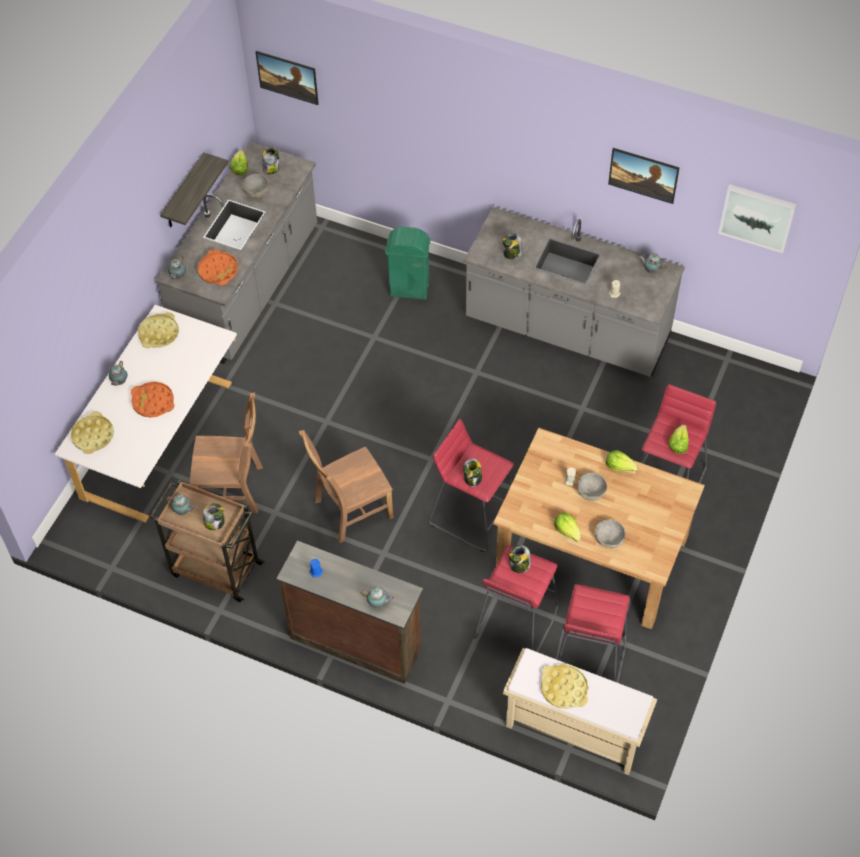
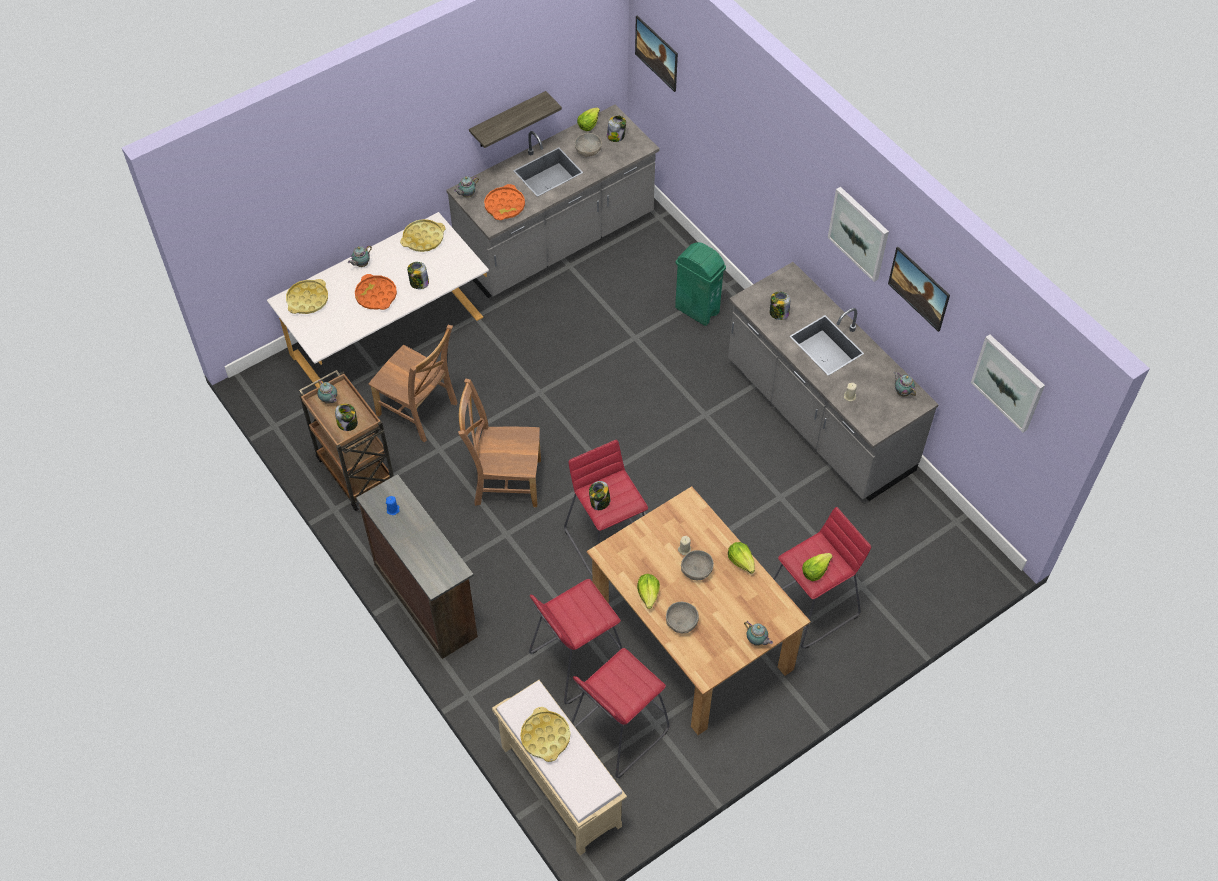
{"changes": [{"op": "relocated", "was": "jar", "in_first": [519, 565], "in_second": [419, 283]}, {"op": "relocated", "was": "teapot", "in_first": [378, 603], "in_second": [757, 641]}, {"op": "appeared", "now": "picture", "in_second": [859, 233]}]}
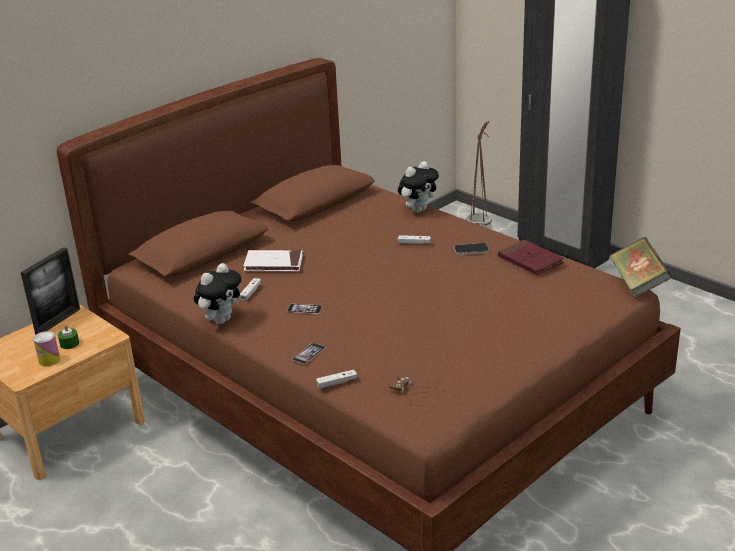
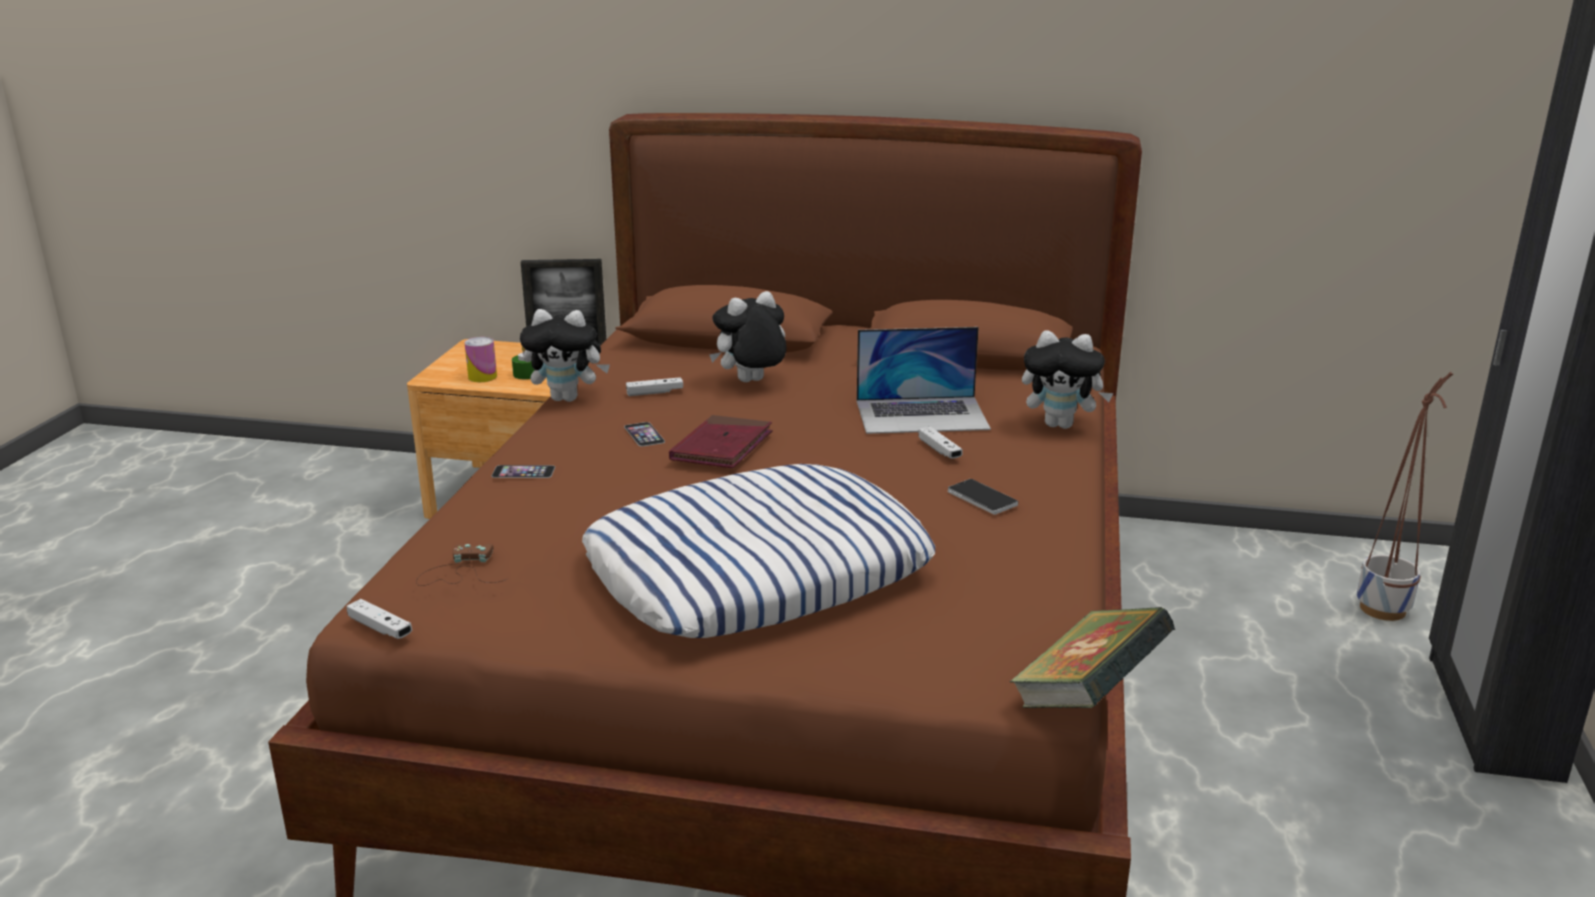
{"changes": [{"op": "relocated", "was": "white_game_controller", "in_first": [337, 383], "in_second": [380, 628]}, {"op": "appeared", "now": "pillow", "in_second": [757, 571]}, {"op": "relocated", "was": "red_book", "in_first": [530, 260], "in_second": [722, 447]}, {"op": "exchanged", "was": "white_book", "now": "plush_toy", "in_first": [273, 264], "in_second": [751, 382]}, {"op": "appeared", "now": "laptop", "in_second": [922, 415]}]}
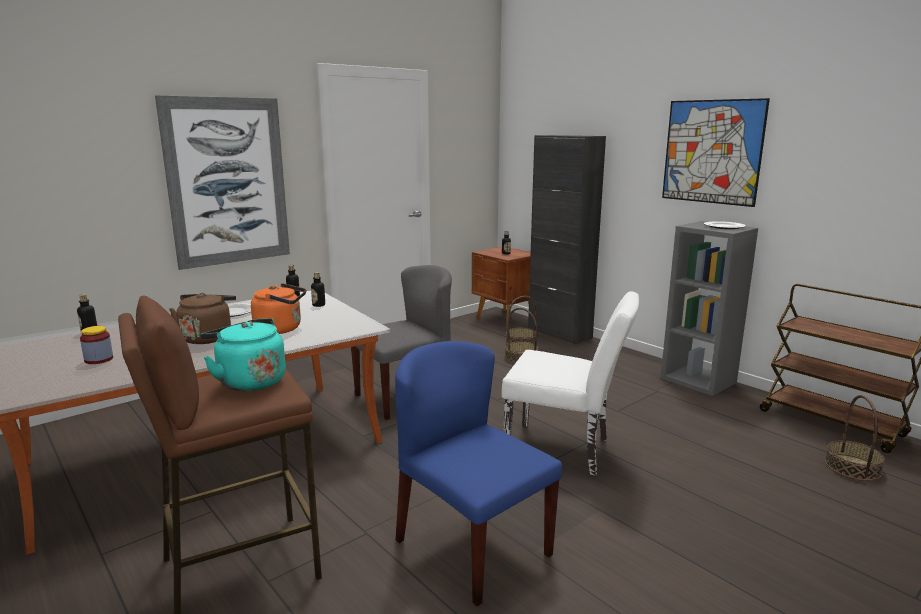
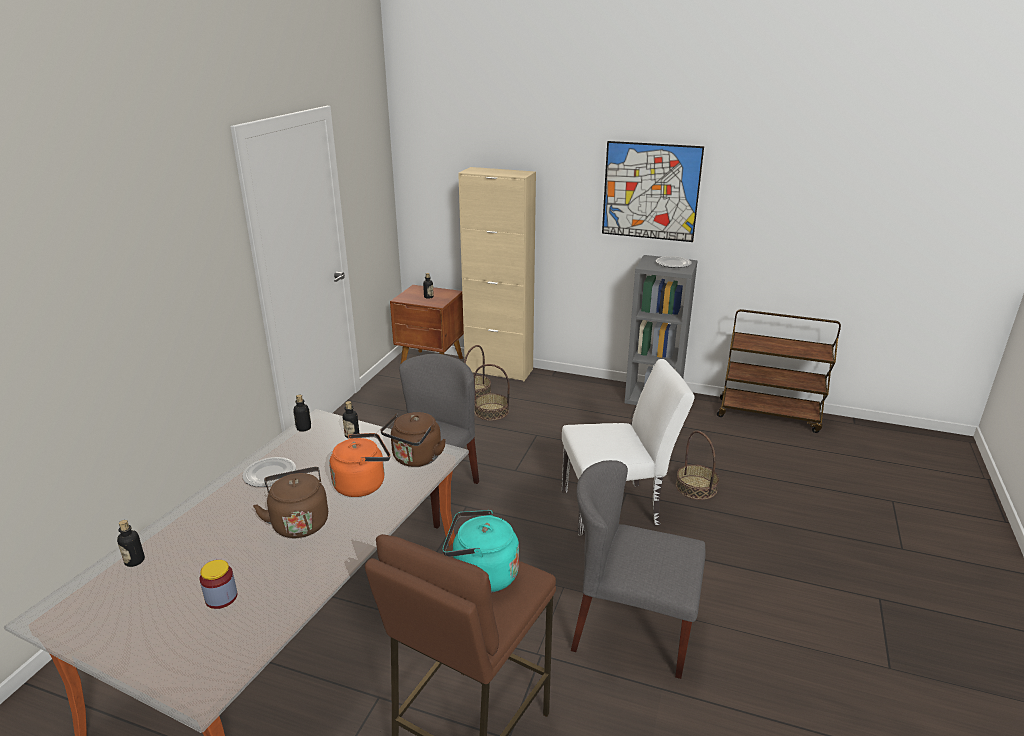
{"changes": [{"op": "appeared", "now": "brown_kettle", "in_second": [415, 459]}, {"op": "colour", "was": "black_cabinet", "now": "beige_cabinet", "in_first": [559, 333], "in_second": [499, 370]}, {"op": "colour", "was": "blue_chair", "now": "grey_chair", "in_first": [471, 547], "in_second": [631, 630]}, {"op": "relocated", "was": "basket", "in_first": [852, 467], "in_second": [696, 487]}, {"op": "missing", "was": "picture", "in_first": [228, 182]}]}
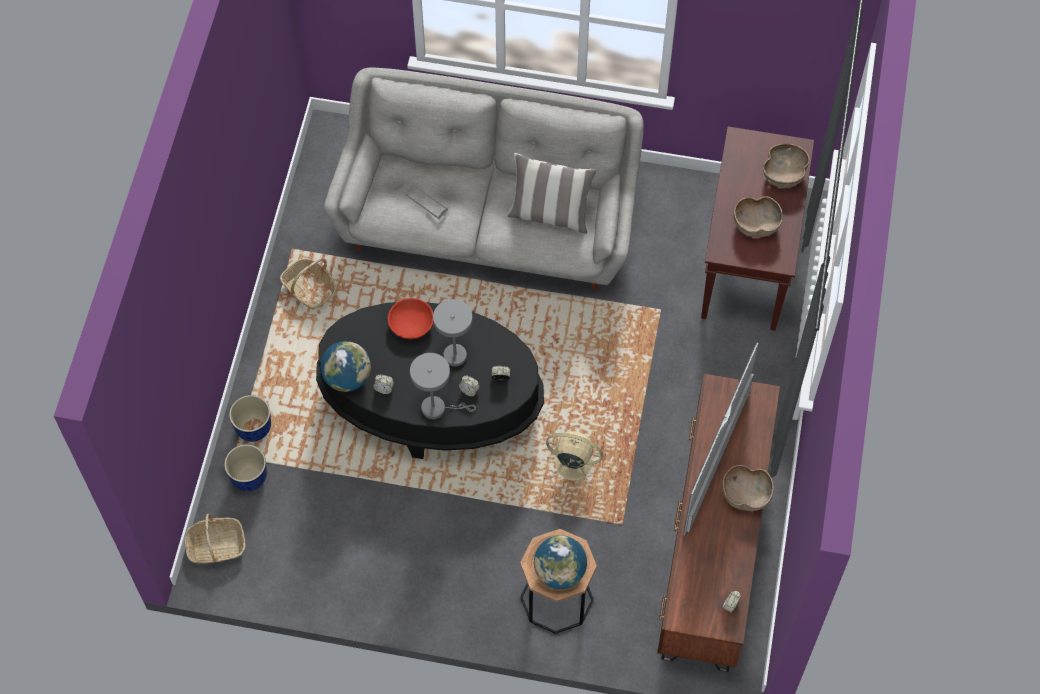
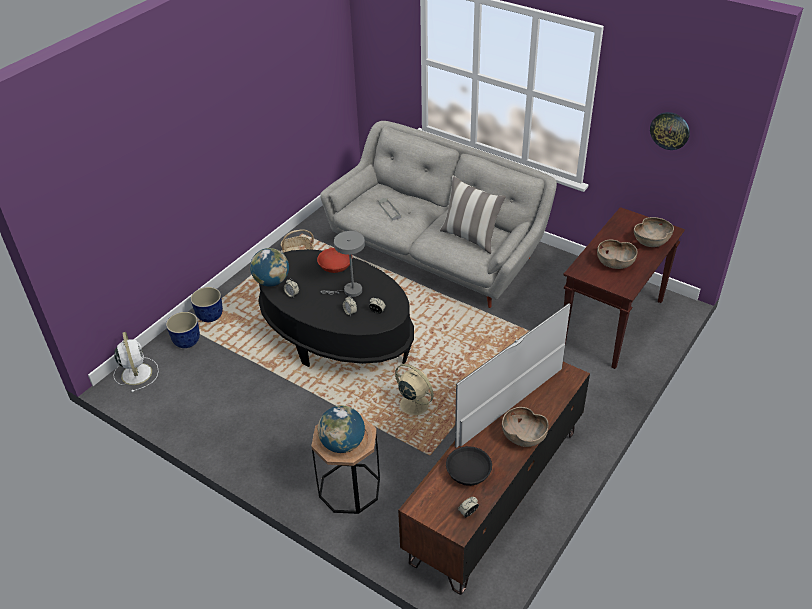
{"changes": [{"op": "exchanged", "was": "basket", "now": "white_fan", "in_first": [216, 546], "in_second": [136, 373]}, {"op": "appeared", "now": "black_bowl", "in_second": [468, 472]}, {"op": "appeared", "now": "wall_clock", "in_second": [670, 130]}, {"op": "missing", "was": "grey_table_lamp", "in_first": [437, 408]}]}
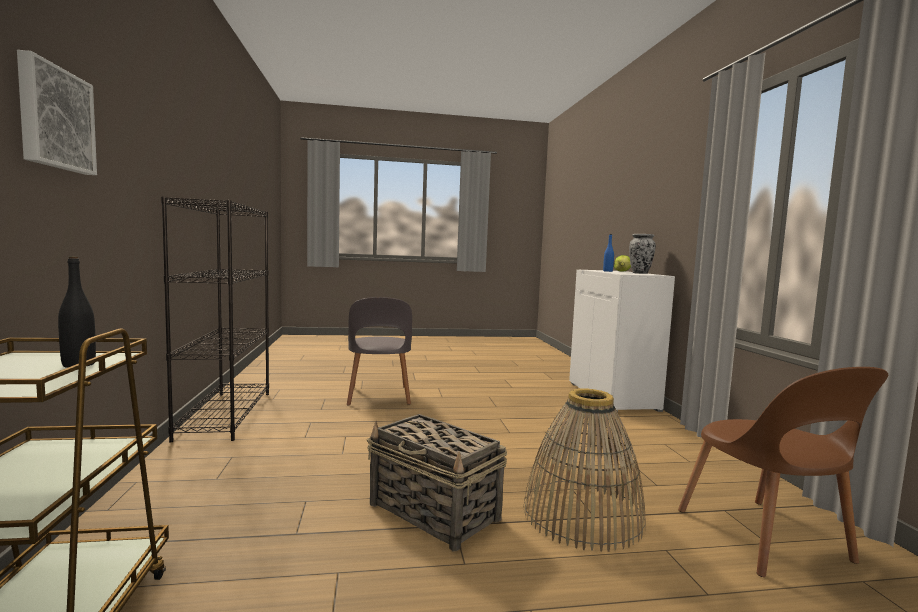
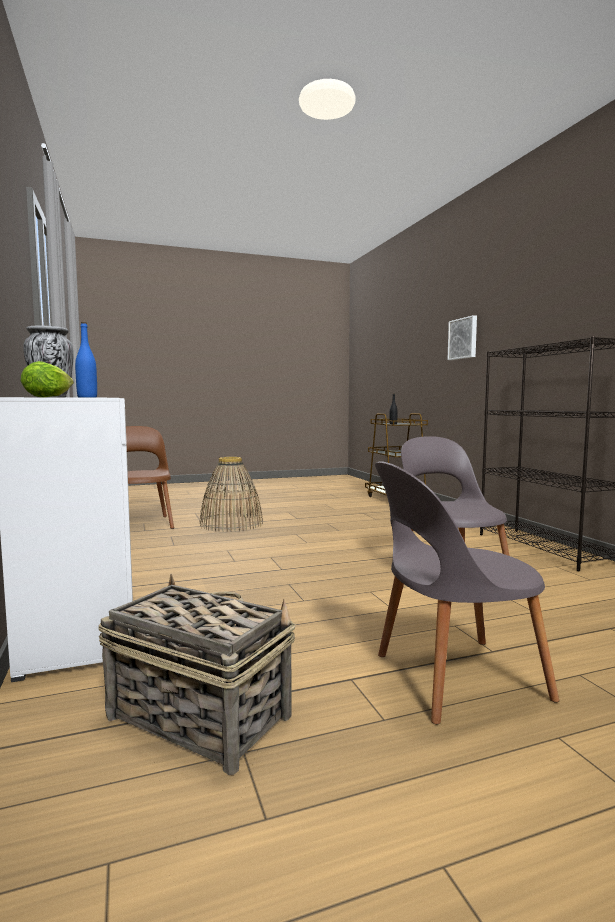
{"changes": [{"op": "relocated", "was": "basket", "in_first": [435, 512], "in_second": [197, 716]}, {"op": "appeared", "now": "grey_chair", "in_second": [453, 678]}]}
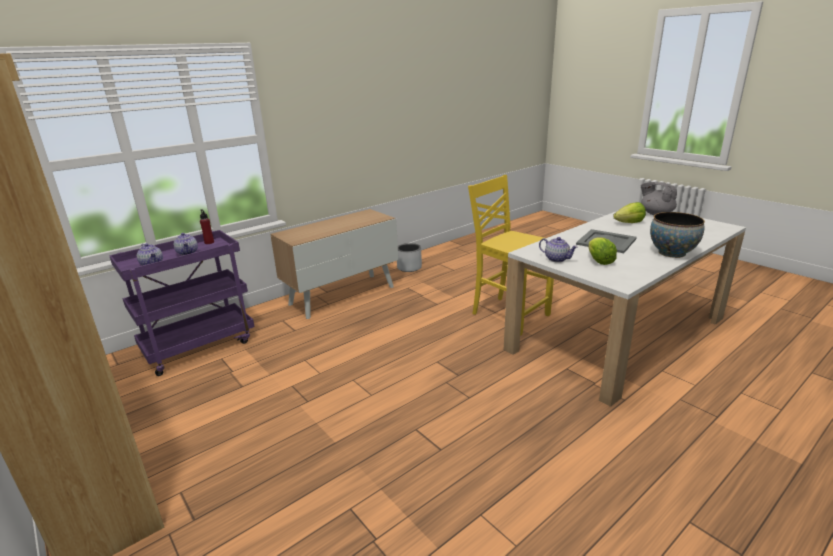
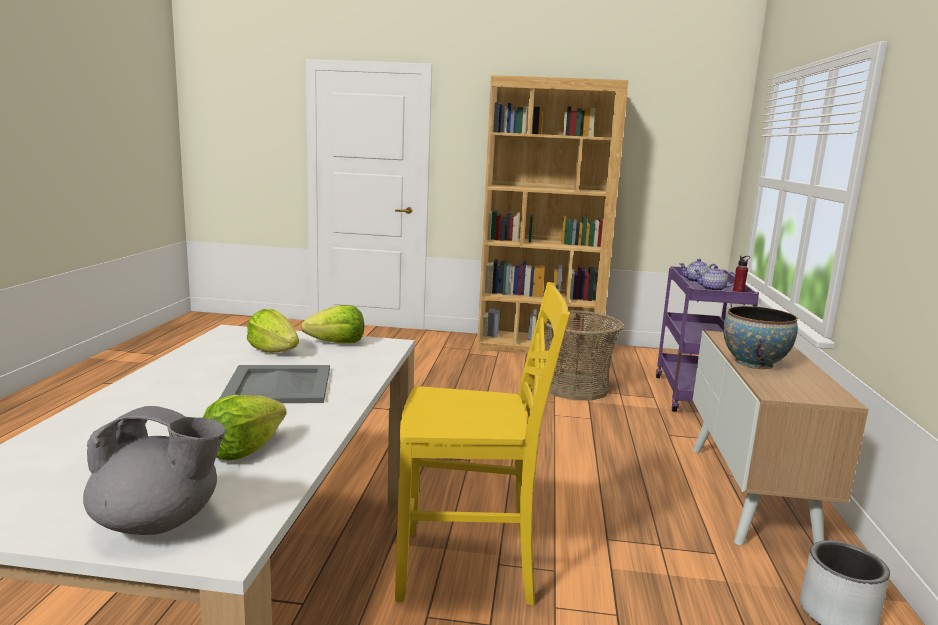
{"changes": [{"op": "exchanged", "was": "teapot", "now": "lettuce", "in_first": [557, 259], "in_second": [337, 343]}, {"op": "appeared", "now": "basket", "in_second": [574, 387]}, {"op": "relocated", "was": "bowl", "in_first": [672, 253], "in_second": [754, 363]}]}
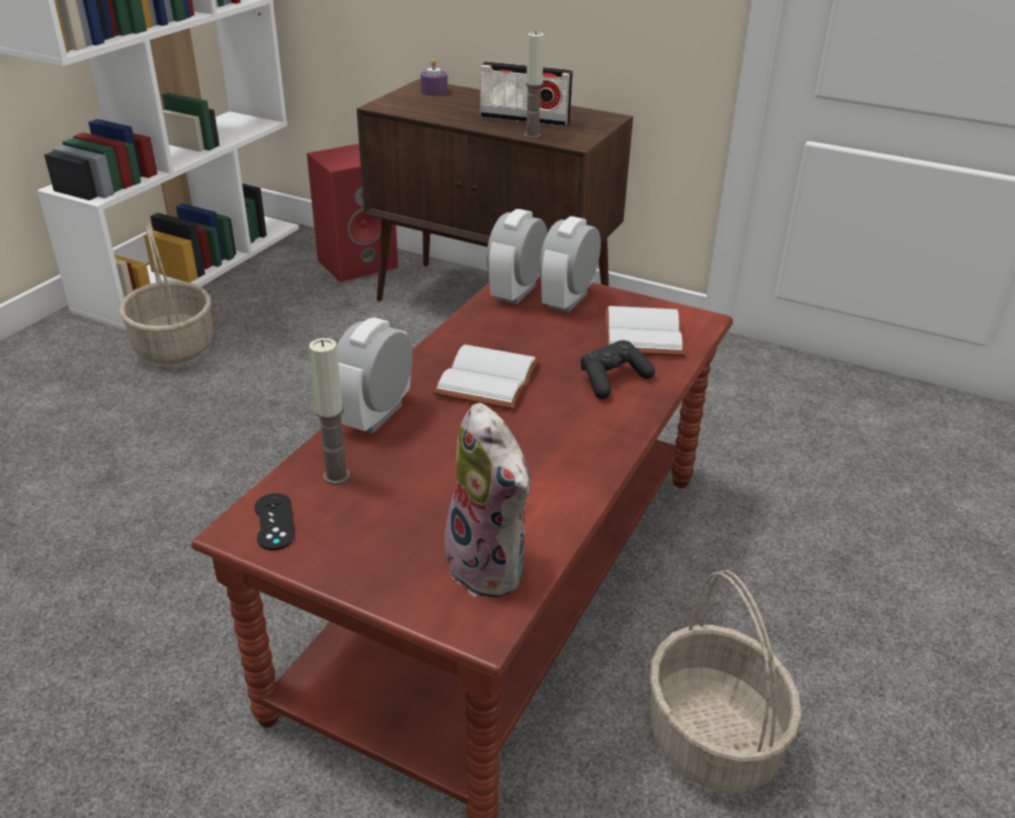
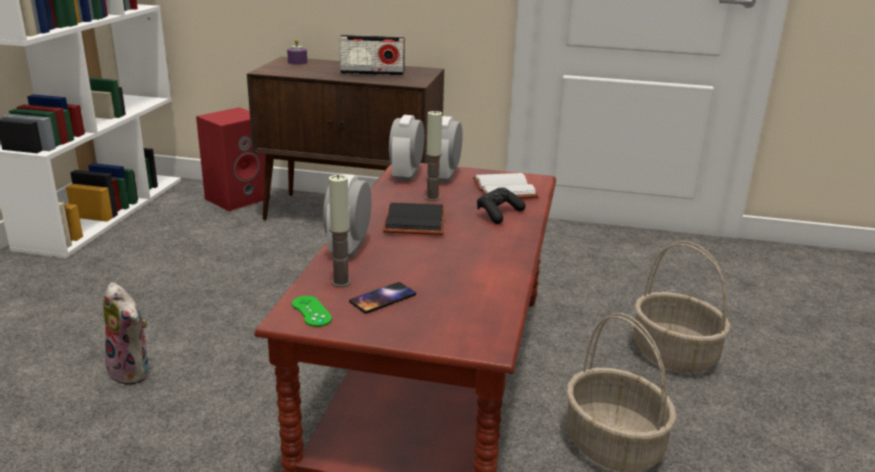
{"changes": [{"op": "relocated", "was": "plush_toy", "in_first": [492, 566], "in_second": [133, 372]}, {"op": "colour", "was": "black_game_controller", "now": "green_game_controller", "in_first": [274, 522], "in_second": [311, 311]}, {"op": "appeared", "now": "phone", "in_second": [383, 298]}, {"op": "colour", "was": "white_book", "now": "black_book", "in_first": [489, 381], "in_second": [417, 222]}, {"op": "relocated", "was": "candle", "in_first": [532, 135], "in_second": [432, 198]}, {"op": "relocated", "was": "basket", "in_first": [175, 347], "in_second": [675, 354]}]}
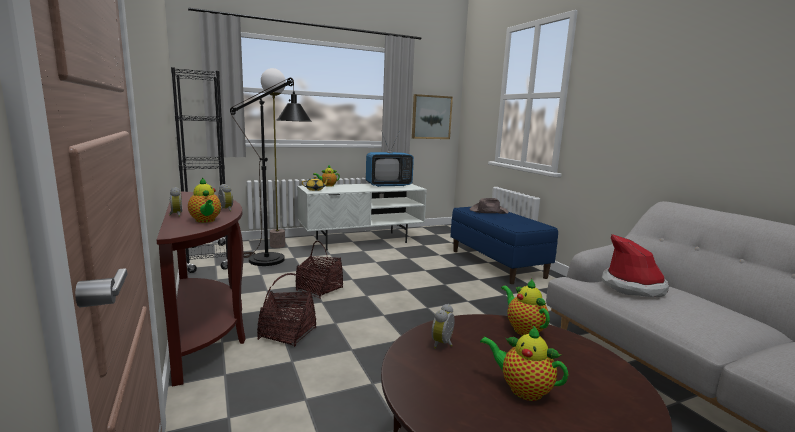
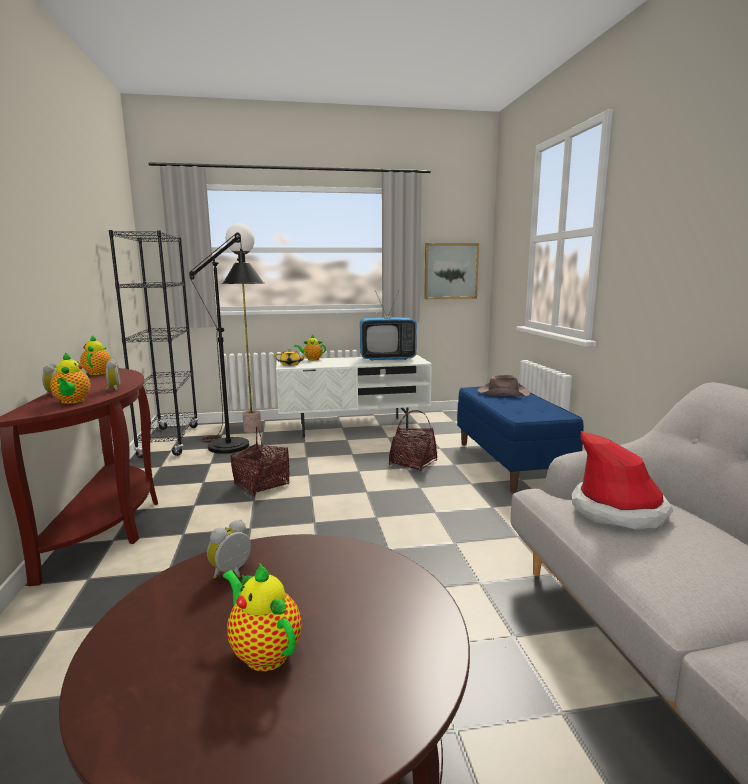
{"changes": [{"op": "relocated", "was": "teapot", "in_first": [523, 329], "in_second": [98, 373]}, {"op": "relocated", "was": "basket", "in_first": [288, 333], "in_second": [413, 463]}]}
